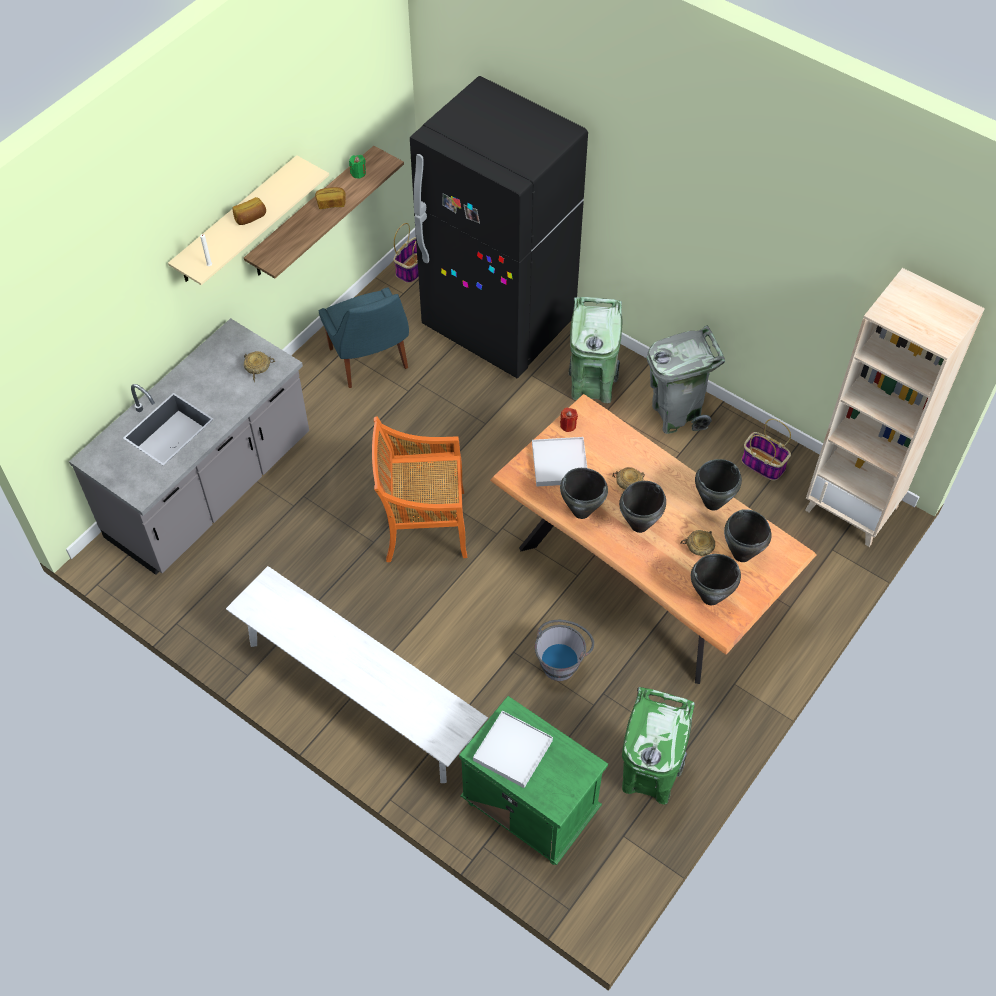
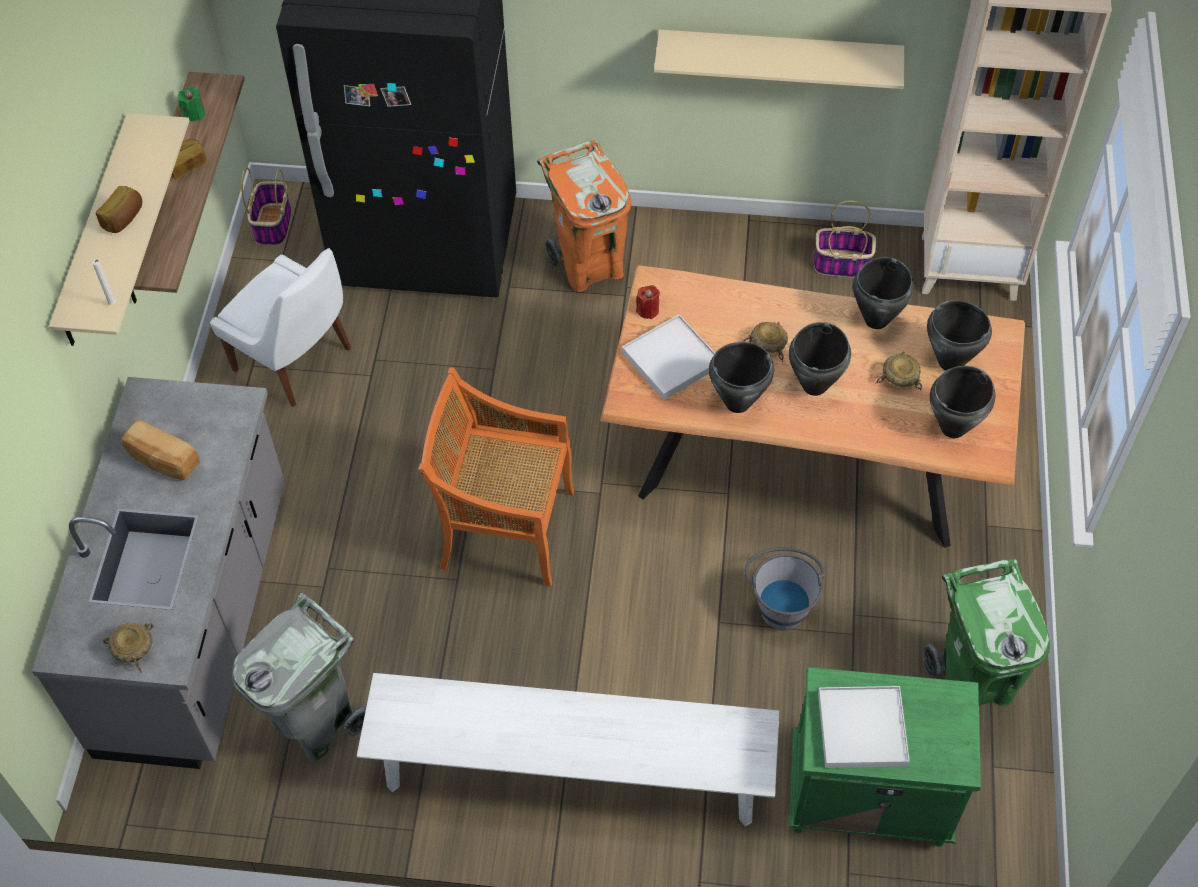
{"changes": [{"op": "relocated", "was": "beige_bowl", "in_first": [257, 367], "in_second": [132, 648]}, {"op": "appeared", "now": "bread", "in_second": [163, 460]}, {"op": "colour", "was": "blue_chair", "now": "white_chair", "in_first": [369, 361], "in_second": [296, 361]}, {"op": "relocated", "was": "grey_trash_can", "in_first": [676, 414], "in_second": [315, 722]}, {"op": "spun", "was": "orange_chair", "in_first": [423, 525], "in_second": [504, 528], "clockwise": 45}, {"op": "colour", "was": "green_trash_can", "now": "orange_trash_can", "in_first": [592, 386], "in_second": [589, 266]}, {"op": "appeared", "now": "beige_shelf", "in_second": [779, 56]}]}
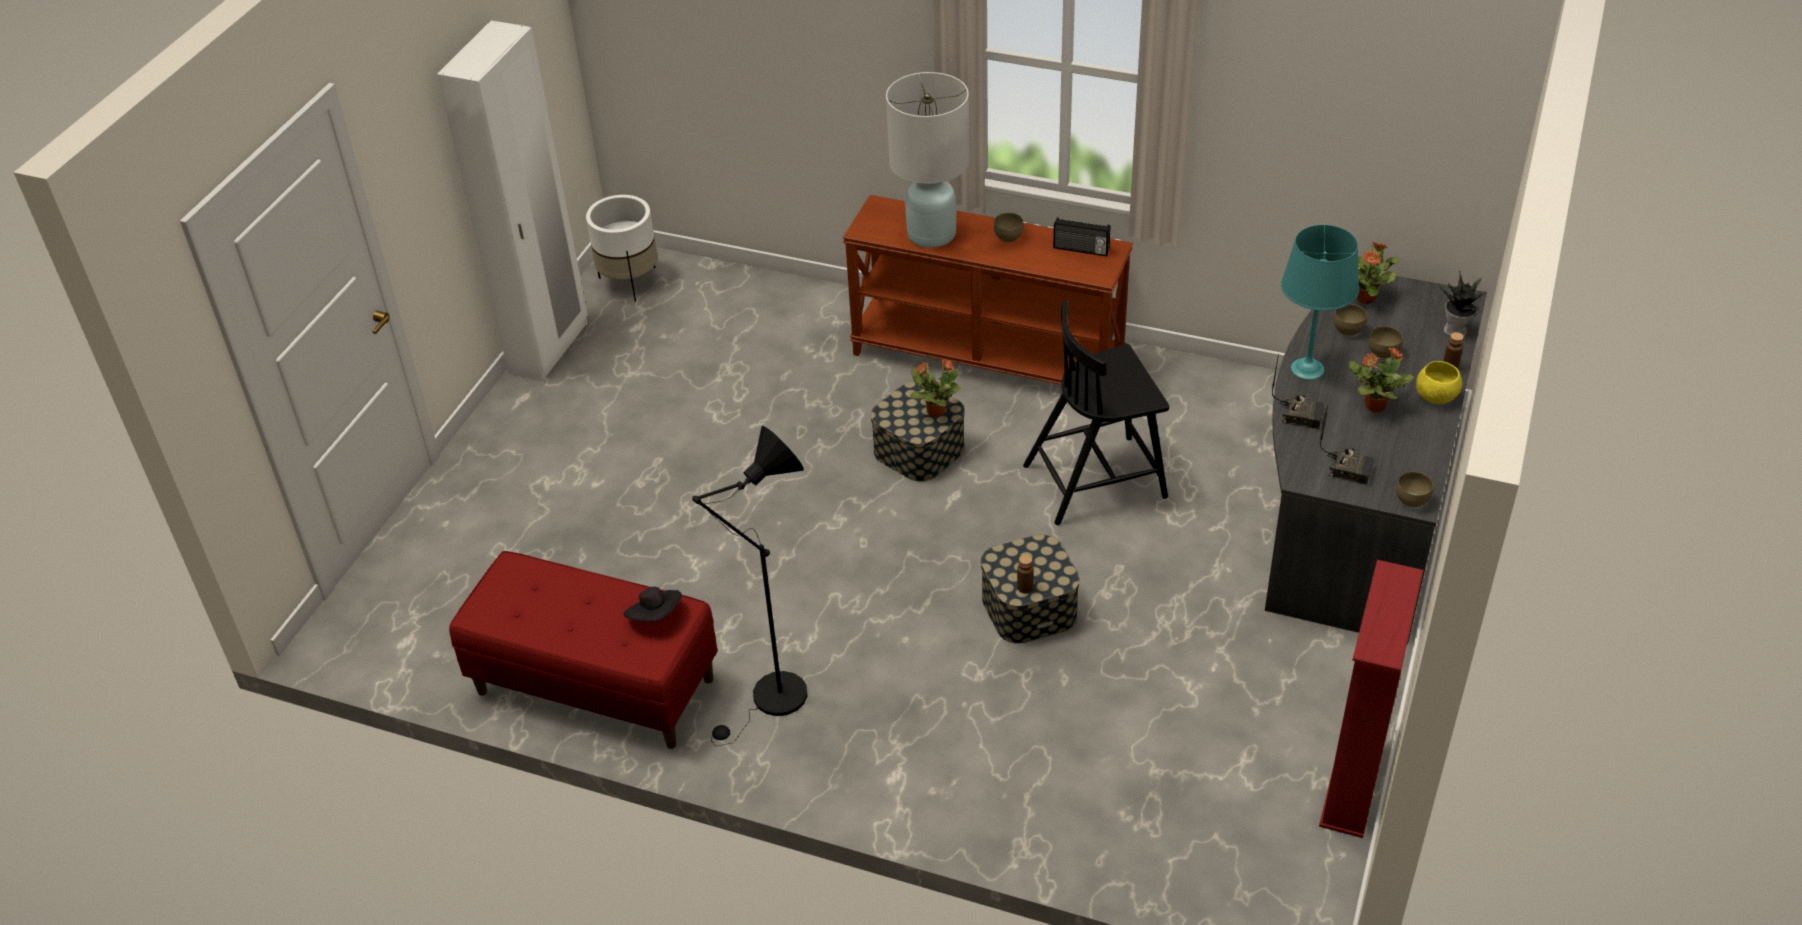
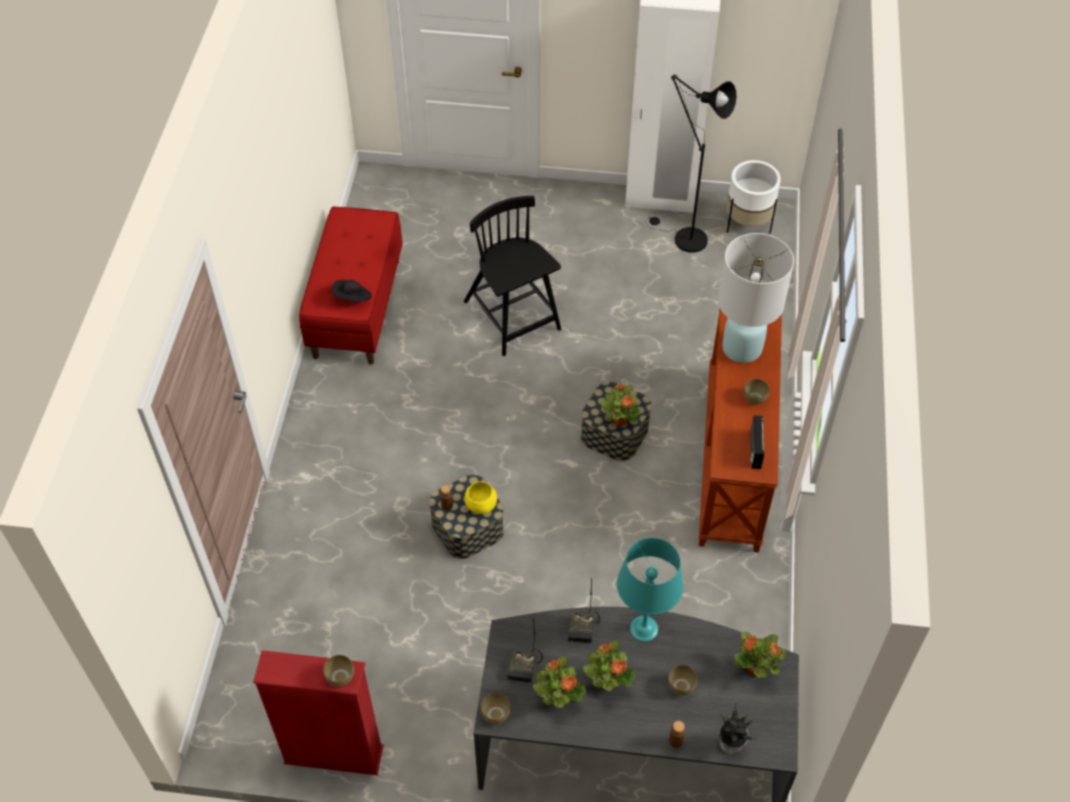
{"changes": [{"op": "relocated", "was": "brown_bowl", "in_first": [1348, 329], "in_second": [341, 677]}, {"op": "relocated", "was": "black_chair", "in_first": [1097, 480], "in_second": [512, 317]}, {"op": "relocated", "was": "yellow_bowl", "in_first": [1435, 397], "in_second": [481, 505]}, {"op": "appeared", "now": "potted_plant", "in_second": [559, 698]}, {"op": "relocated", "was": "black_floor_lamp", "in_first": [772, 702], "in_second": [684, 238]}]}
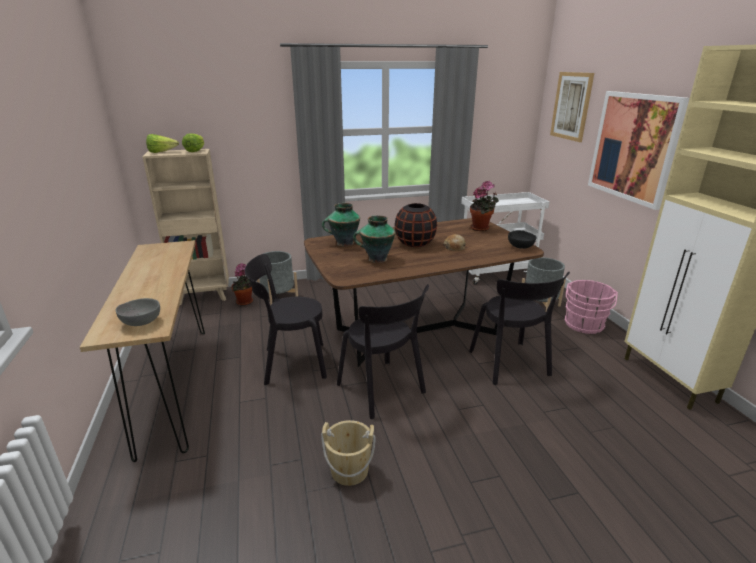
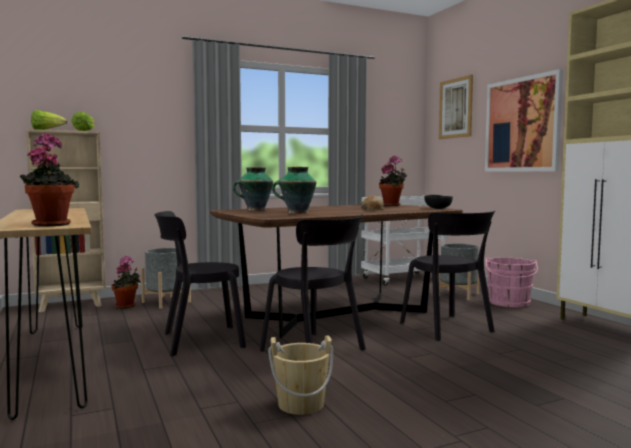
{"changes": [{"op": "exchanged", "was": "grey_bowl", "now": "potted_plant", "in_first": [141, 322], "in_second": [51, 224]}, {"op": "missing", "was": "black_vase", "in_first": [415, 244]}]}
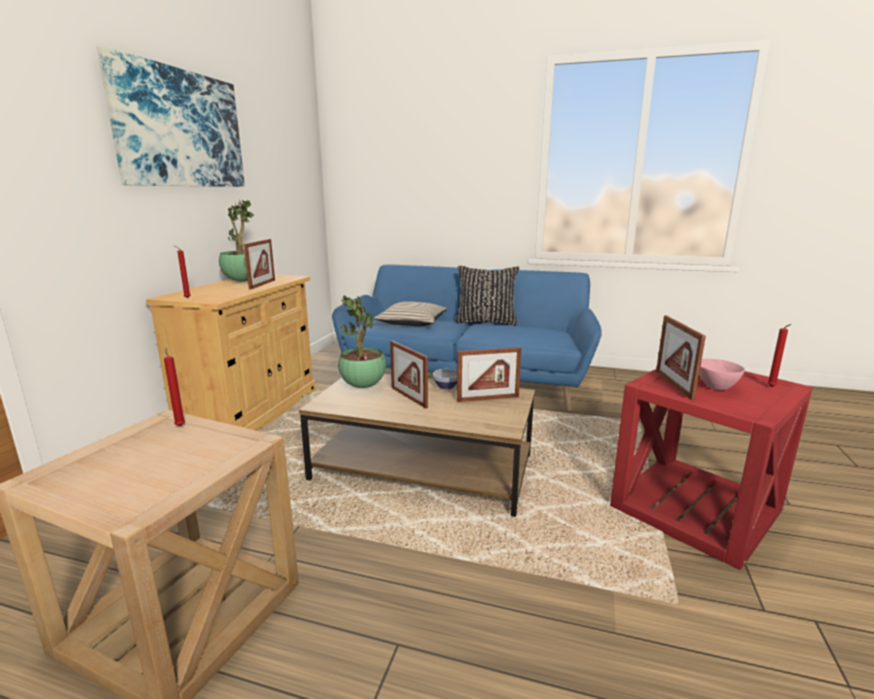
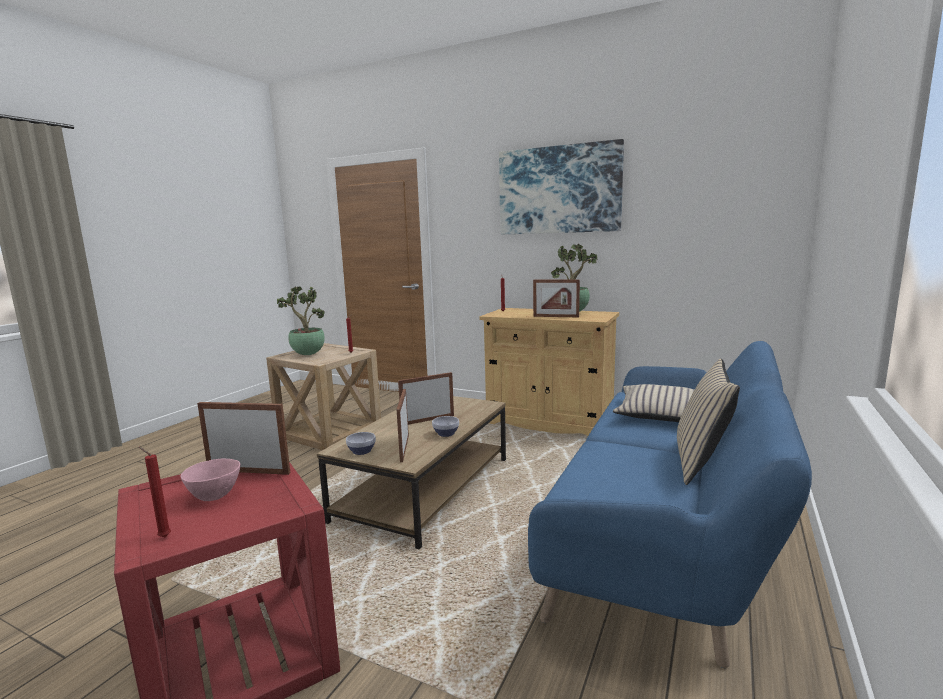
{"changes": [{"op": "relocated", "was": "potted_plant", "in_first": [364, 386], "in_second": [307, 355]}, {"op": "appeared", "now": "bowl", "in_second": [362, 451]}, {"op": "colour", "was": "black_pillow", "now": "beige_pillow", "in_first": [486, 322], "in_second": [701, 462]}]}
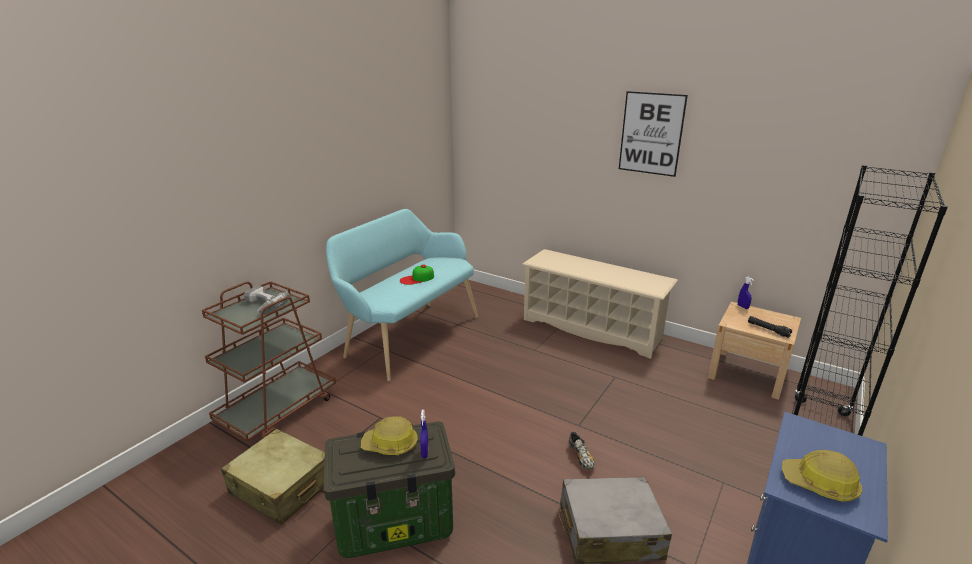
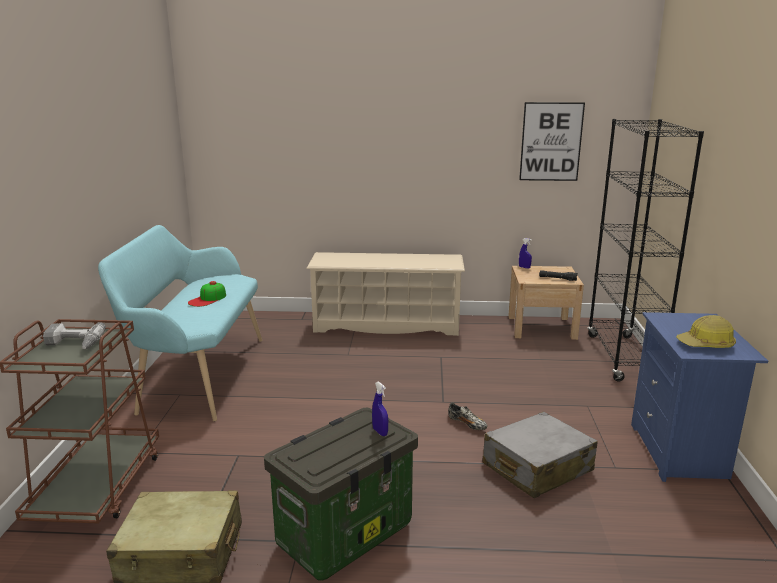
{"changes": [{"op": "relocated", "was": "picture", "in_first": [651, 133], "in_second": [551, 142]}, {"op": "missing", "was": "hard_hat", "in_first": [390, 444]}]}
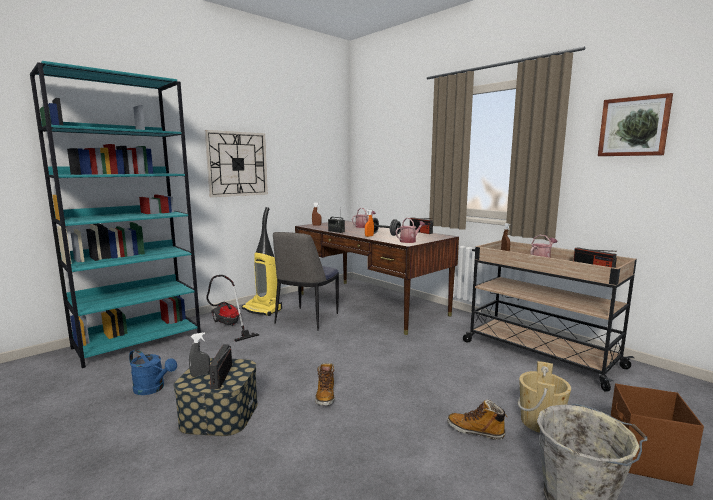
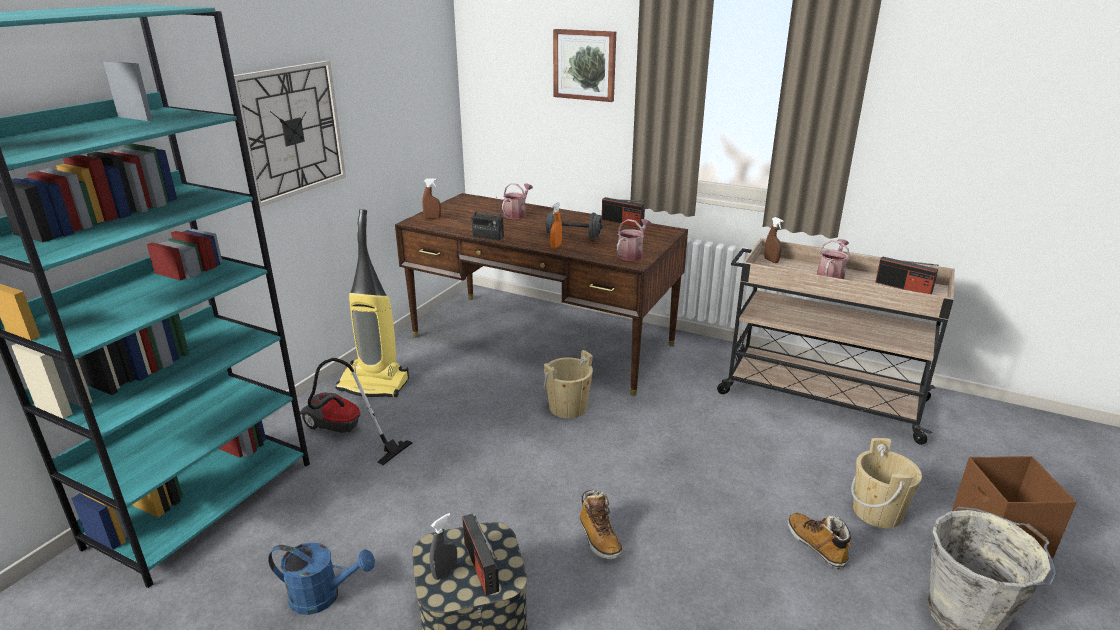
{"changes": [{"op": "appeared", "now": "beige_bucket", "in_second": [568, 408]}, {"op": "relocated", "was": "picture", "in_first": [633, 126], "in_second": [585, 65]}, {"op": "spun", "was": "boot", "in_first": [475, 431], "in_second": [816, 545], "clockwise": 60}, {"op": "missing", "was": "chair", "in_first": [306, 319]}]}
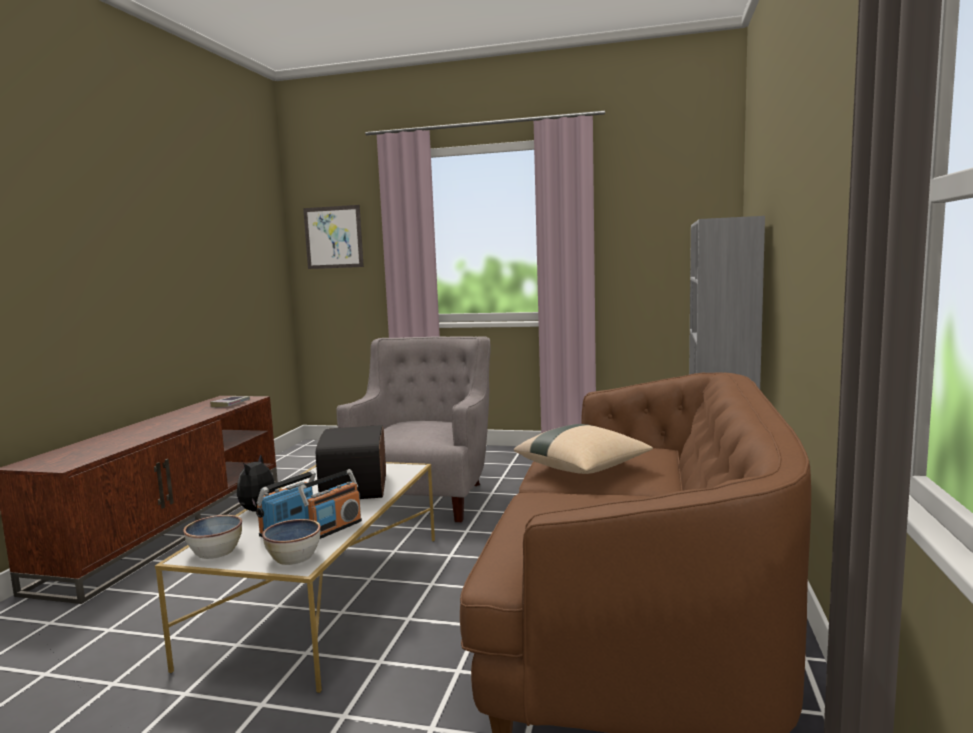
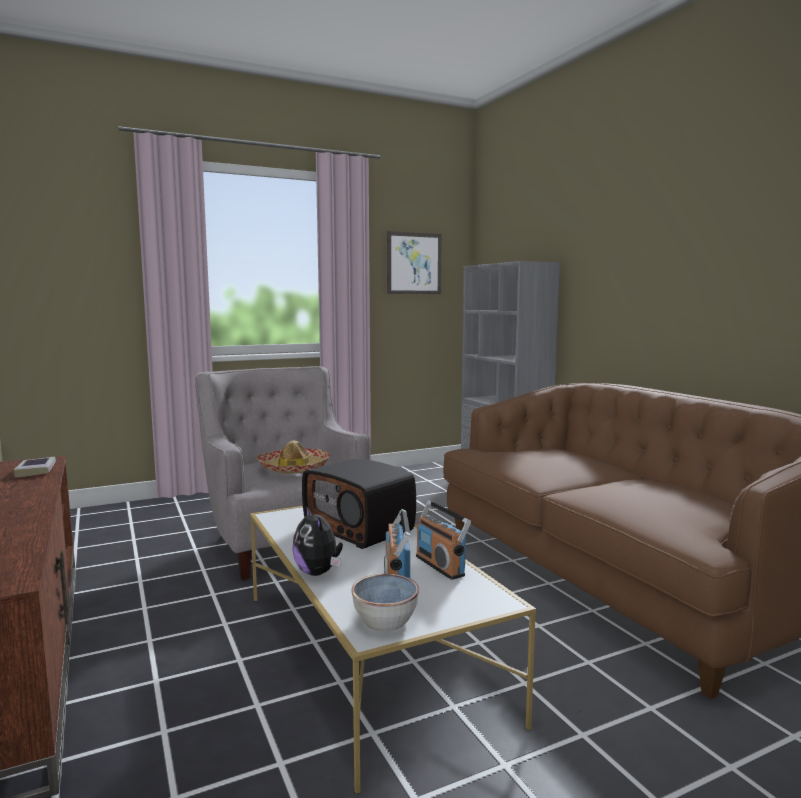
{"changes": [{"op": "appeared", "now": "hat", "in_second": [294, 468]}, {"op": "relocated", "was": "picture", "in_first": [333, 237], "in_second": [414, 263]}, {"op": "spun", "was": "radio", "in_first": [334, 528], "in_second": [440, 566], "clockwise": 150}, {"op": "missing", "was": "bowl", "in_first": [294, 557]}, {"op": "missing", "was": "beige_pillow", "in_first": [583, 469]}]}
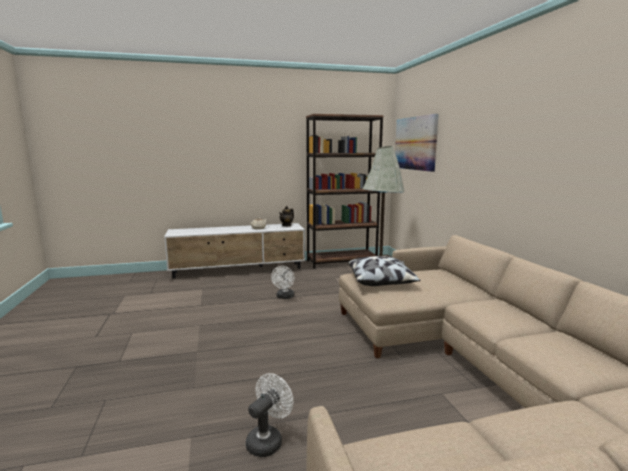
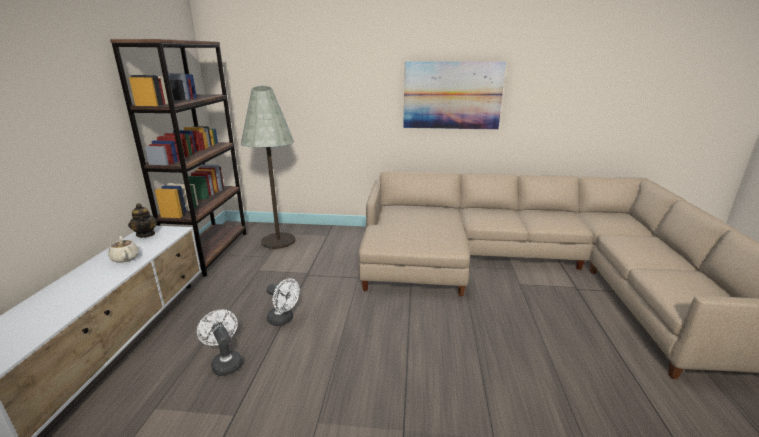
{"changes": [{"op": "relocated", "was": "white_fan", "in_first": [268, 440], "in_second": [225, 362]}, {"op": "relocated", "was": "picture", "in_first": [415, 143], "in_second": [452, 95]}, {"op": "missing", "was": "pillow", "in_first": [381, 281]}]}
